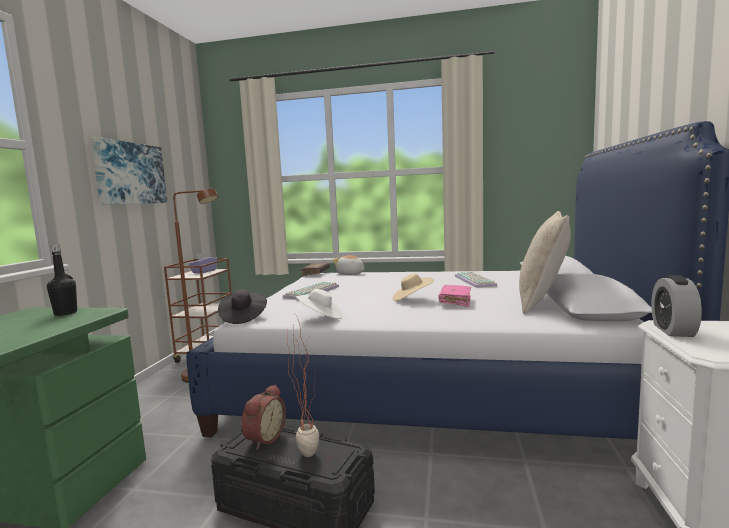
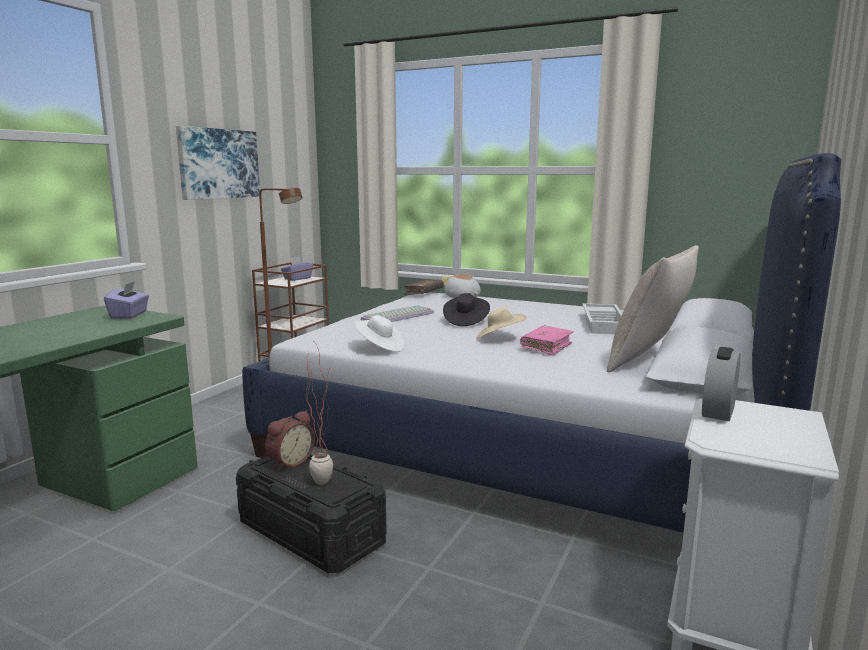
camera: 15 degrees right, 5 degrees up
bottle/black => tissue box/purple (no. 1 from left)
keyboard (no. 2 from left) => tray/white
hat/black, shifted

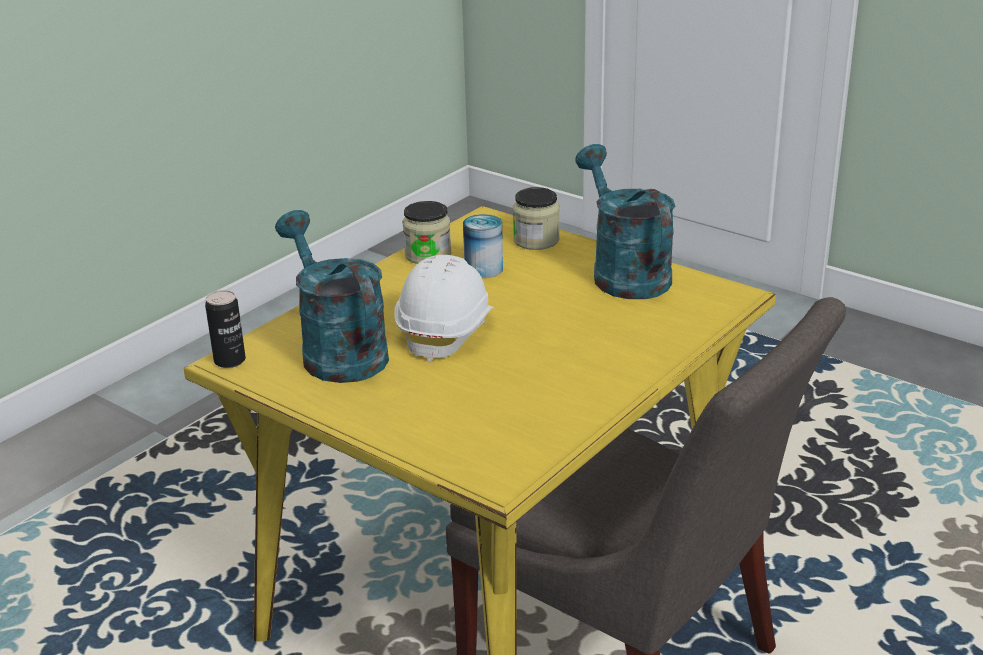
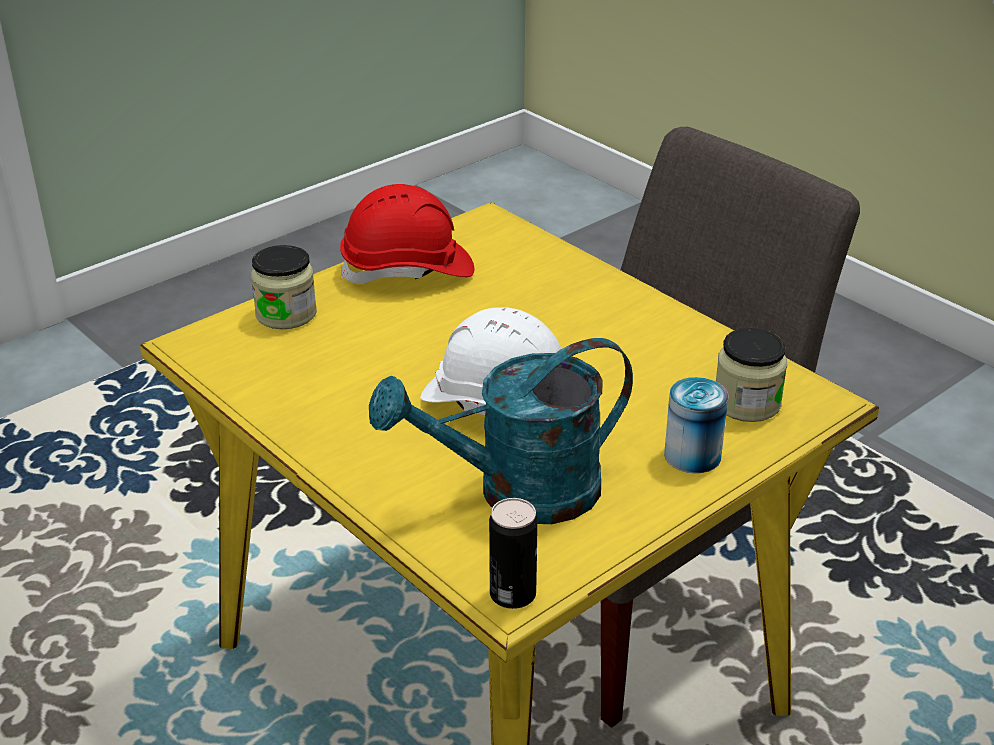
camera: 80 degrees left, 5 degrees up
watering can/turquoise (no. 2 from left) => hard hat/red
jar (no. 1 from left in the first image) => jar (no. 2 from left), shifted
can (no. 2 from left), shifted

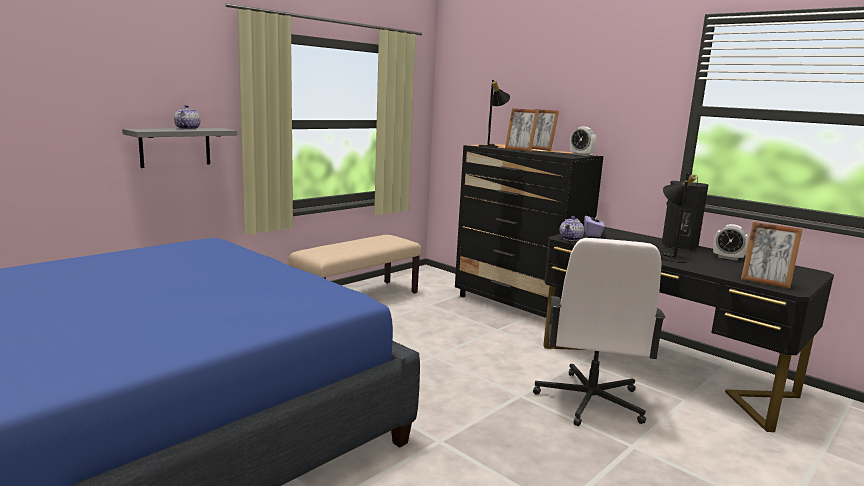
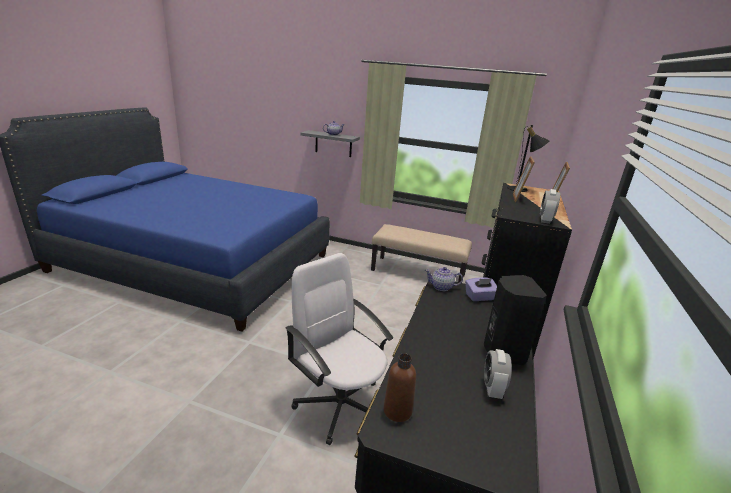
camera: 65 degrees right, 10 degrees up
table lamp/black (no. 2 from left) => nothing
picture frame (no. 3 from left) => bottle/brown
office chair/white, 60 degrees clockwise

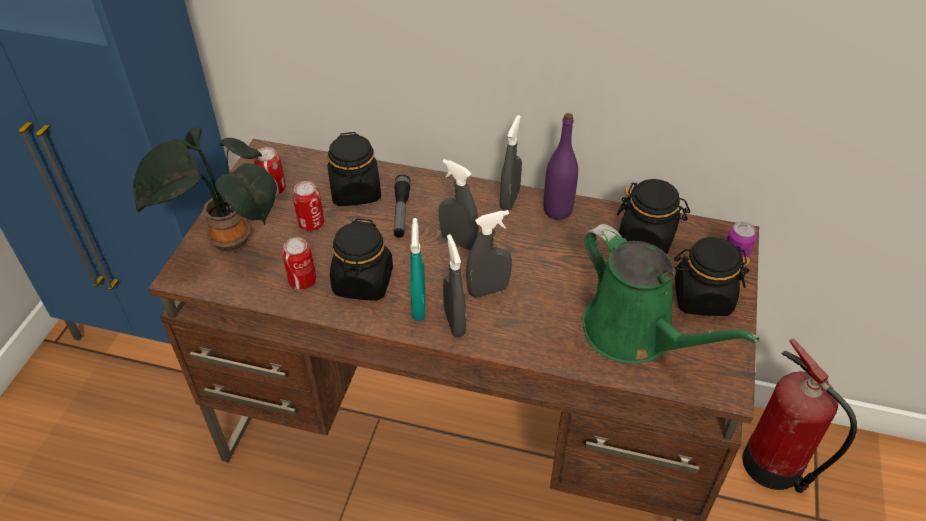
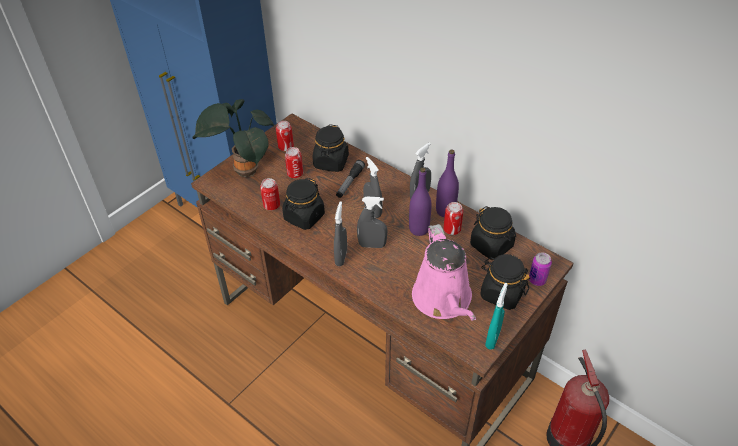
camera: 25 degrees right, 0 degrees up
spray bottle/turquoise, shifted
watering can/green => watering can/pink
nothing => bottle/purple (no. 1 from left)
nothing => can (no. 4 from left)

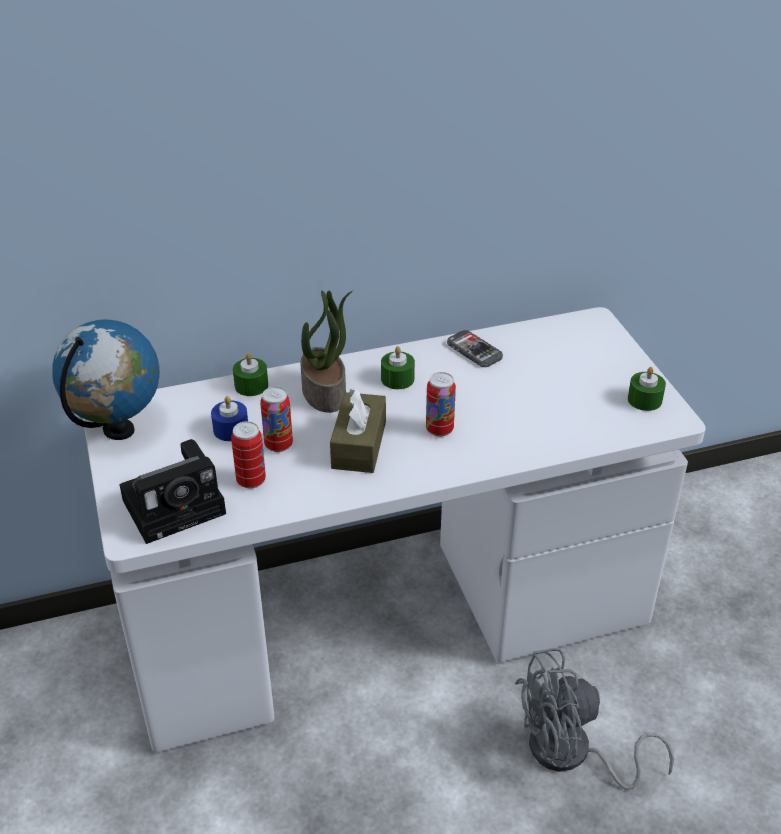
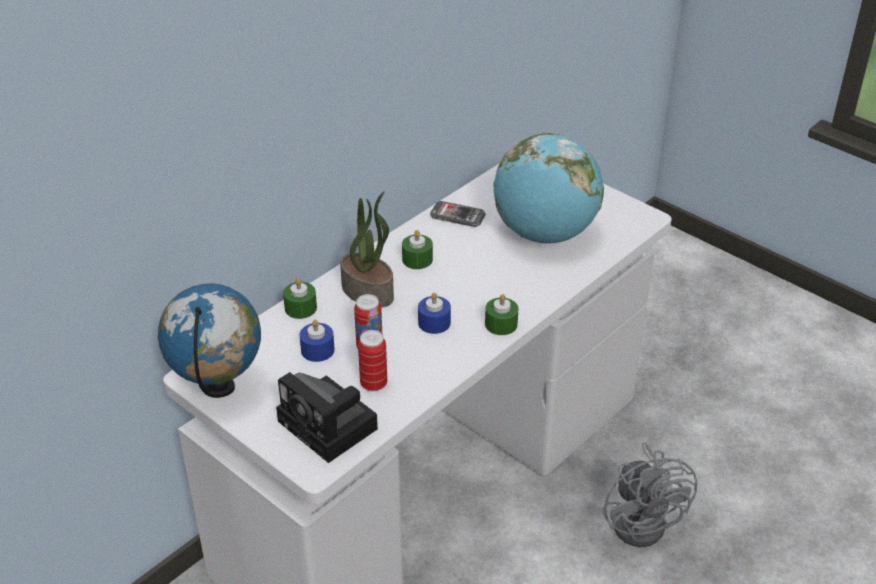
camera: 30 degrees left, 0 degrees up
candle/green (no. 3 from left), shifted
can (no. 3 from left) => nothing
tissue box/brown => candle/blue (no. 2 from left)
photo camera, 105 degrees clockwise
fan/grey, 60 degrees counterclockwise
nothing => globe (no. 2 from left)

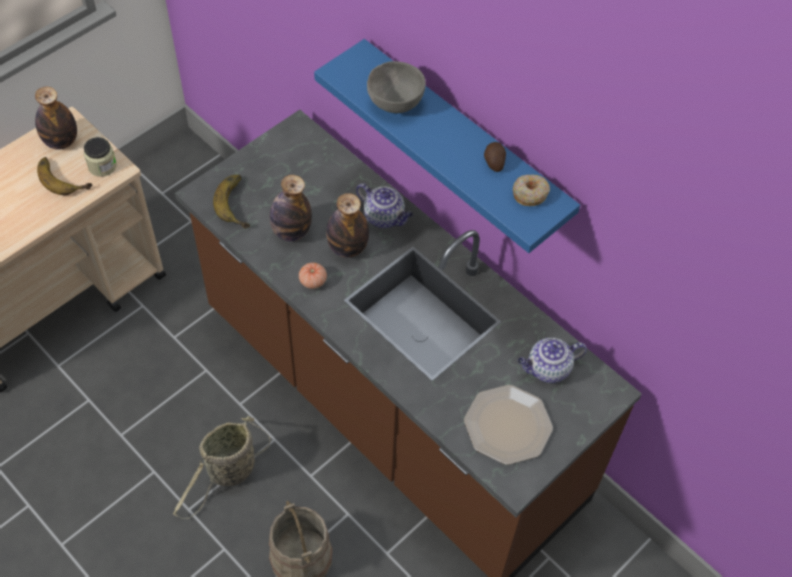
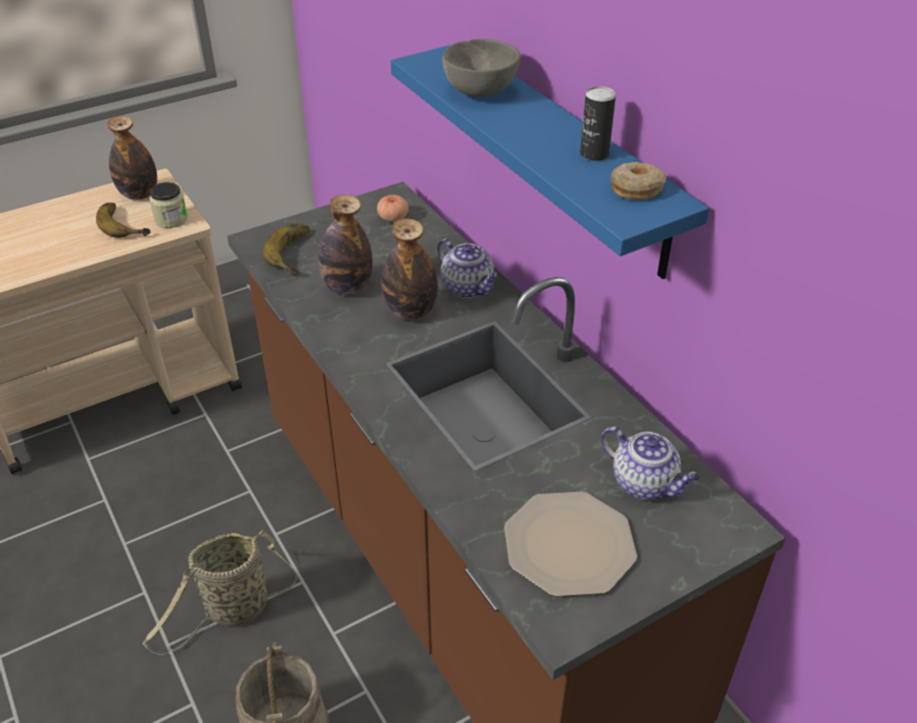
camera: 15 degrees right, 15 degrees down
potato => can
tomato, shifted
teapot (no. 2 from left), 135 degrees counterclockwise

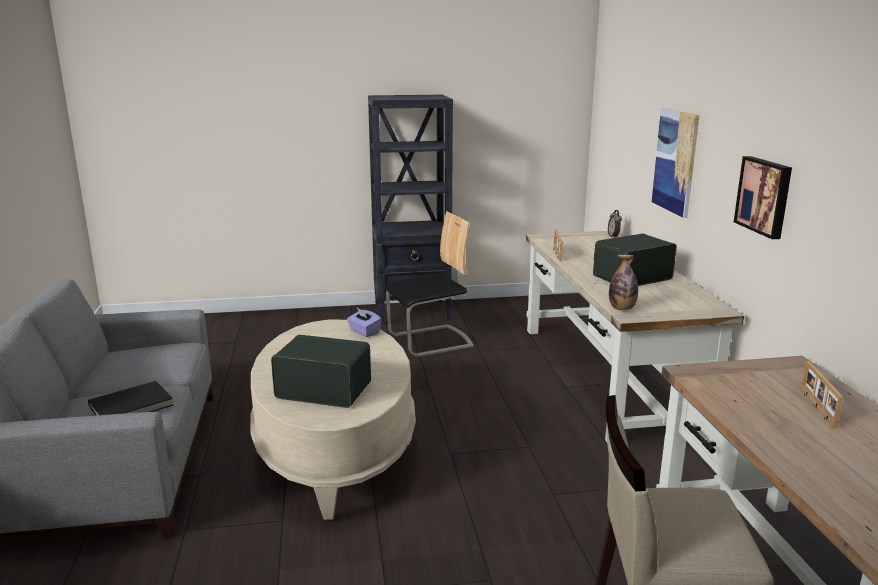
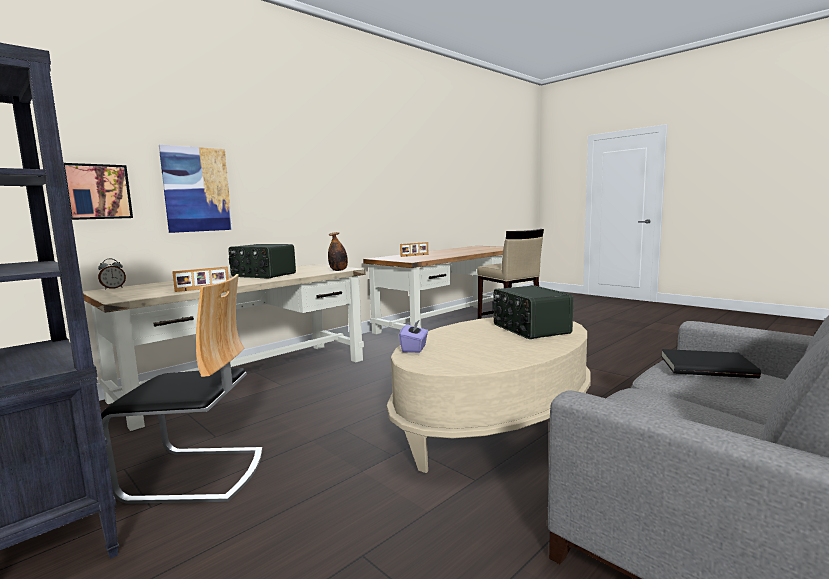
camera: 125 degrees left, 10 degrees down
picture (no. 2 from left in the first image) => picture (no. 1 from left), shifted
chair, 150 degrees clockwise

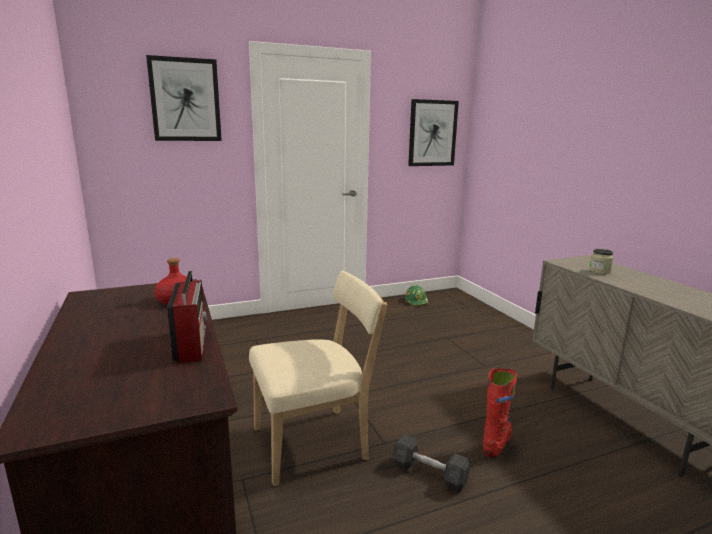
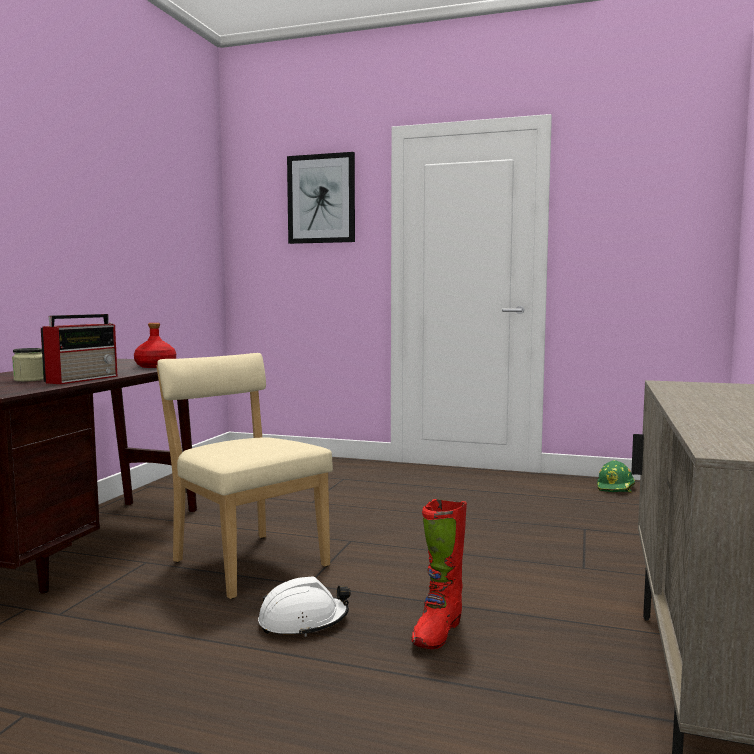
camera: 40 degrees right, 10 degrees down
picture (no. 2 from left) => nothing
jar, shifted
chair/beige, 150 degrees counterclockwise
boot/red, 135 degrees clockwise
dumbbell/grey => hard hat/white

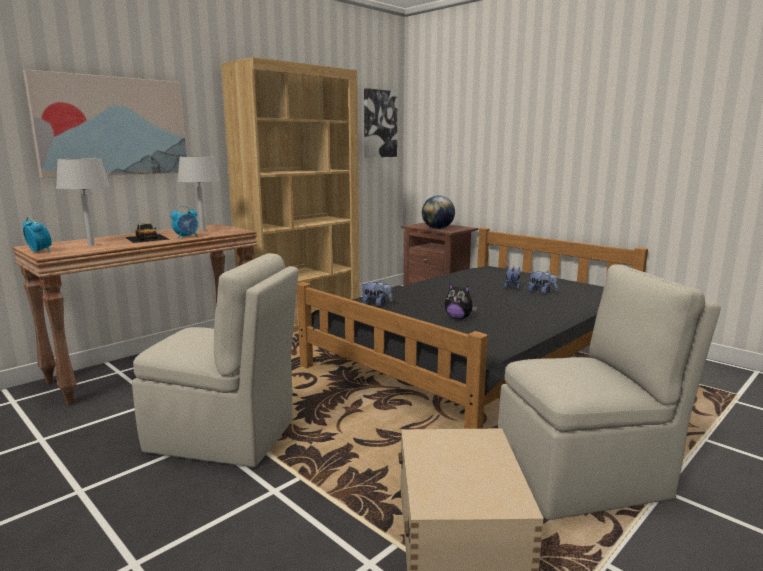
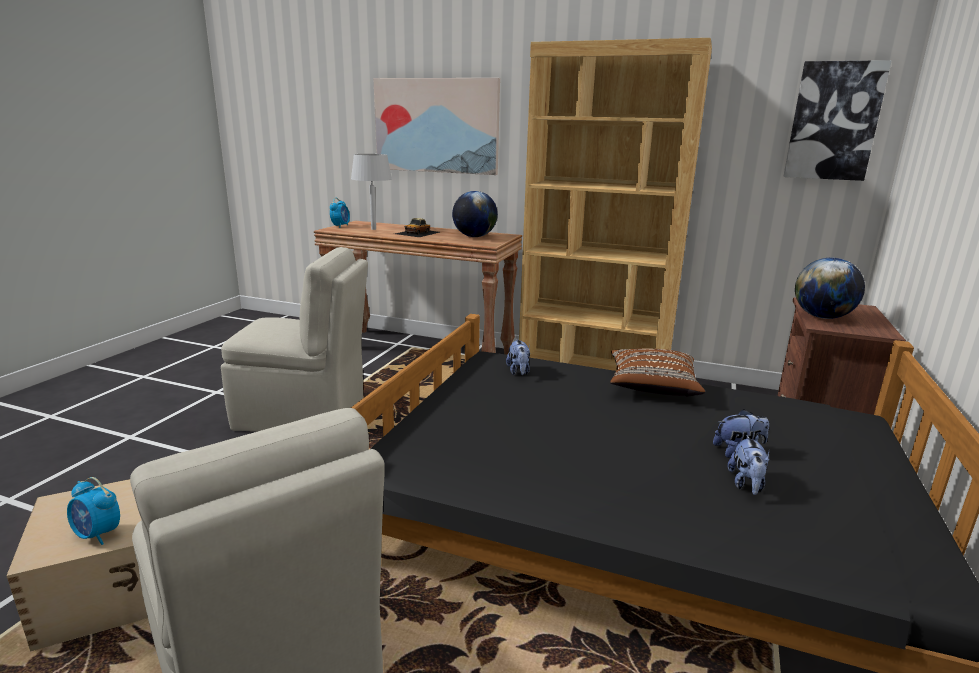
camera: 65 degrees right, 5 degrees up
table lamp/grey (no. 2 from left) => globe (no. 1 from left)
alarm clock (no. 2 from left in the first image) => alarm clock (no. 1 from left), shifted
chair/beige (no. 1 from left in the first image) => chair/beige (no. 2 from left), 75 degrees counterclockwise
plush toy (no. 2 from left) => nothing
nothing => pillow/brown

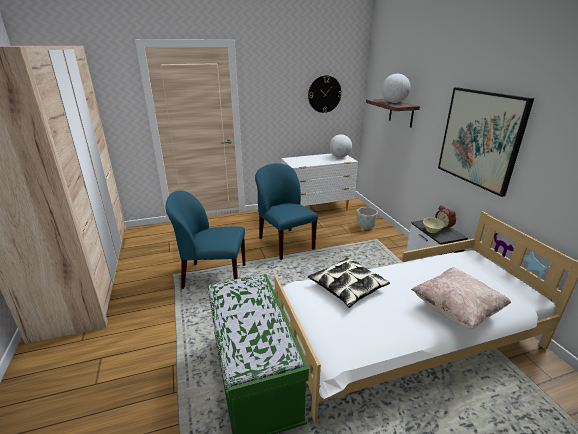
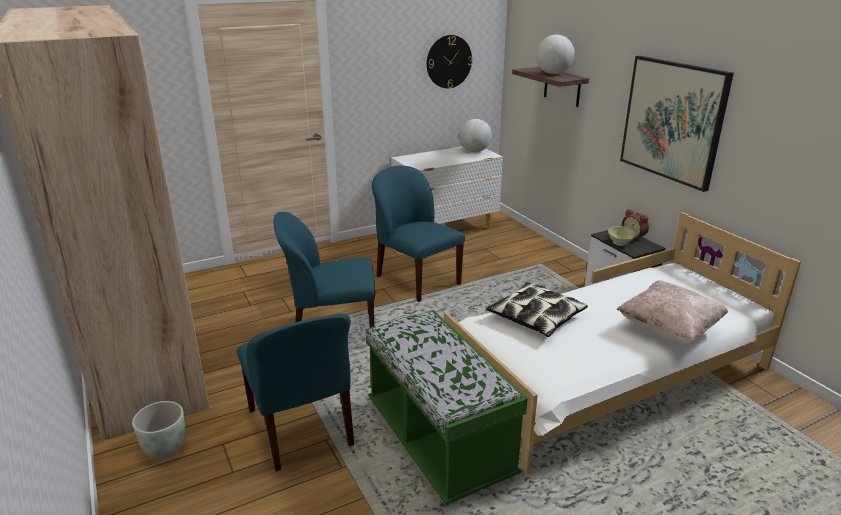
camera: 10 degrees left, 0 degrees up
planter/grey, shifted
nothing => chair/blue (no. 1 from left)

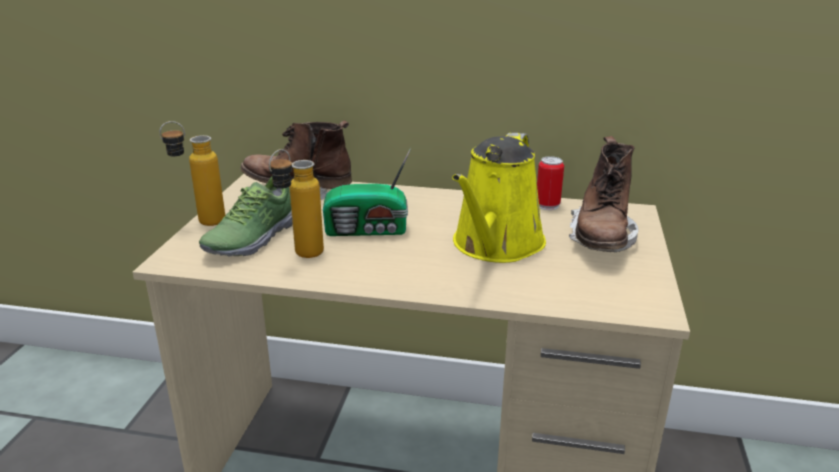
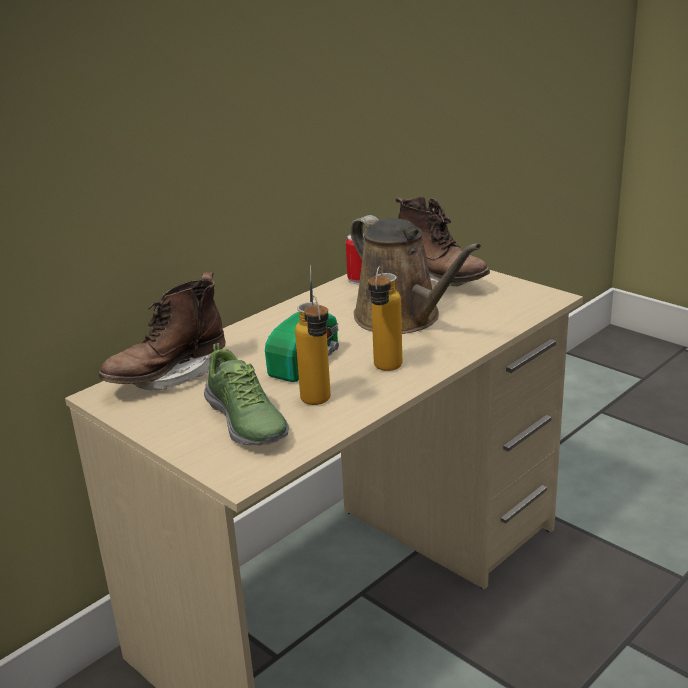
camera: 55 degrees left, 0 degrees up
bottle (no. 1 from left in the first image) => bottle (no. 2 from left), shifted
watering can/yellow => watering can/brown

